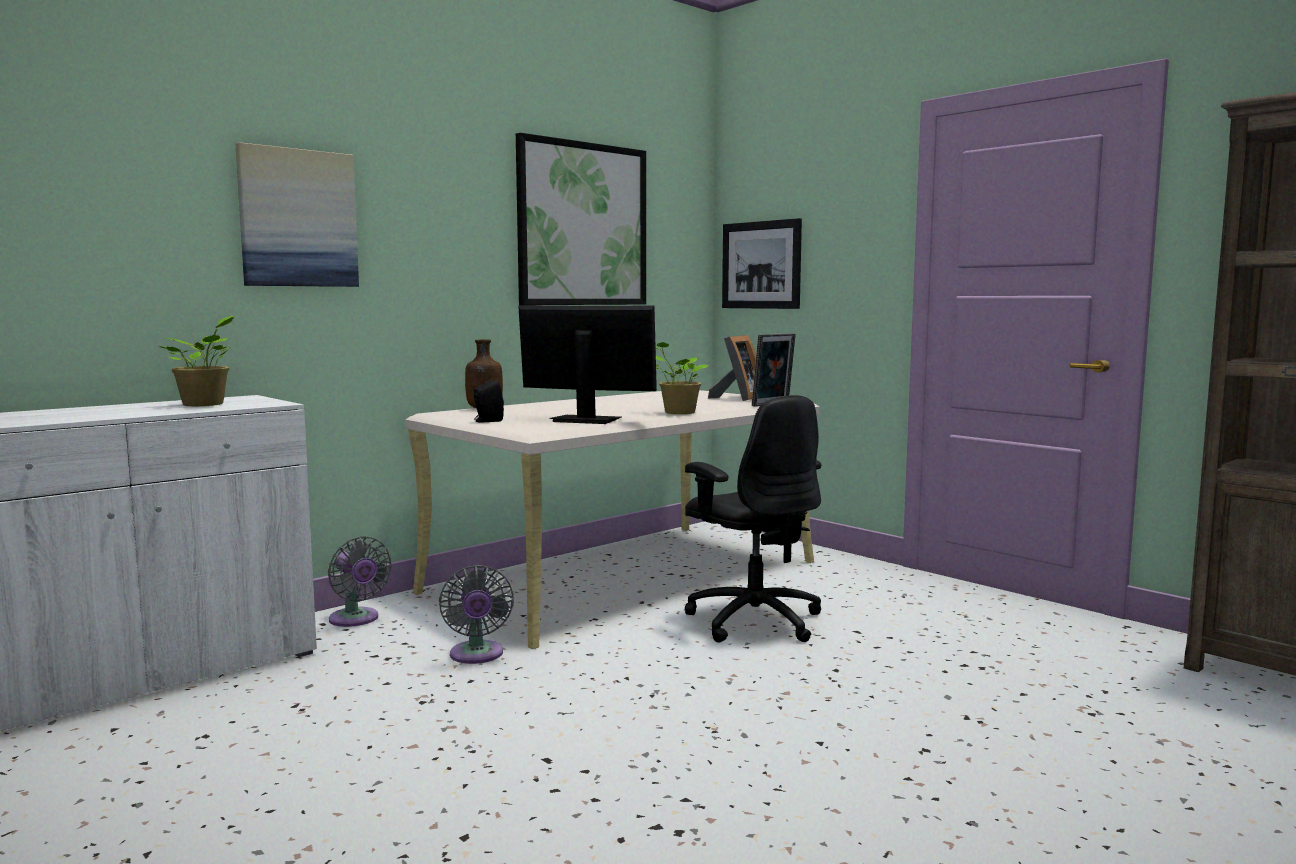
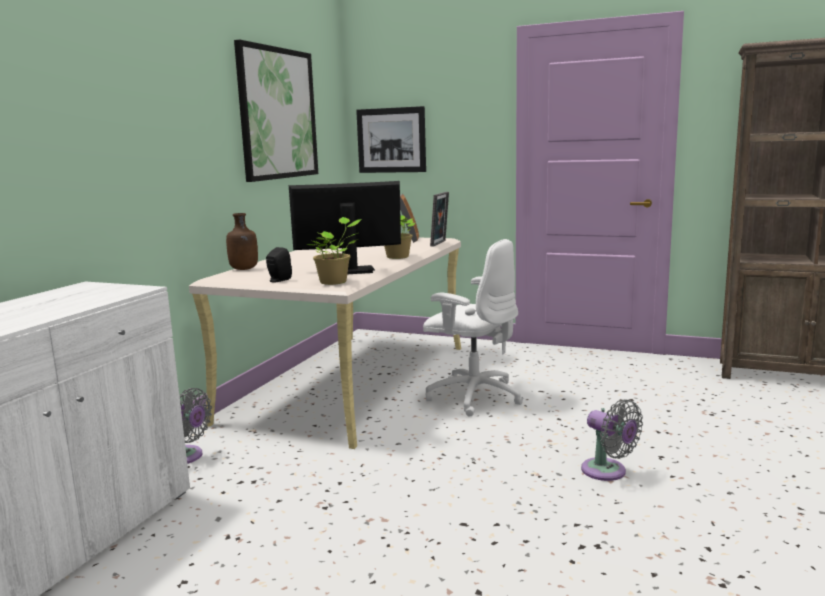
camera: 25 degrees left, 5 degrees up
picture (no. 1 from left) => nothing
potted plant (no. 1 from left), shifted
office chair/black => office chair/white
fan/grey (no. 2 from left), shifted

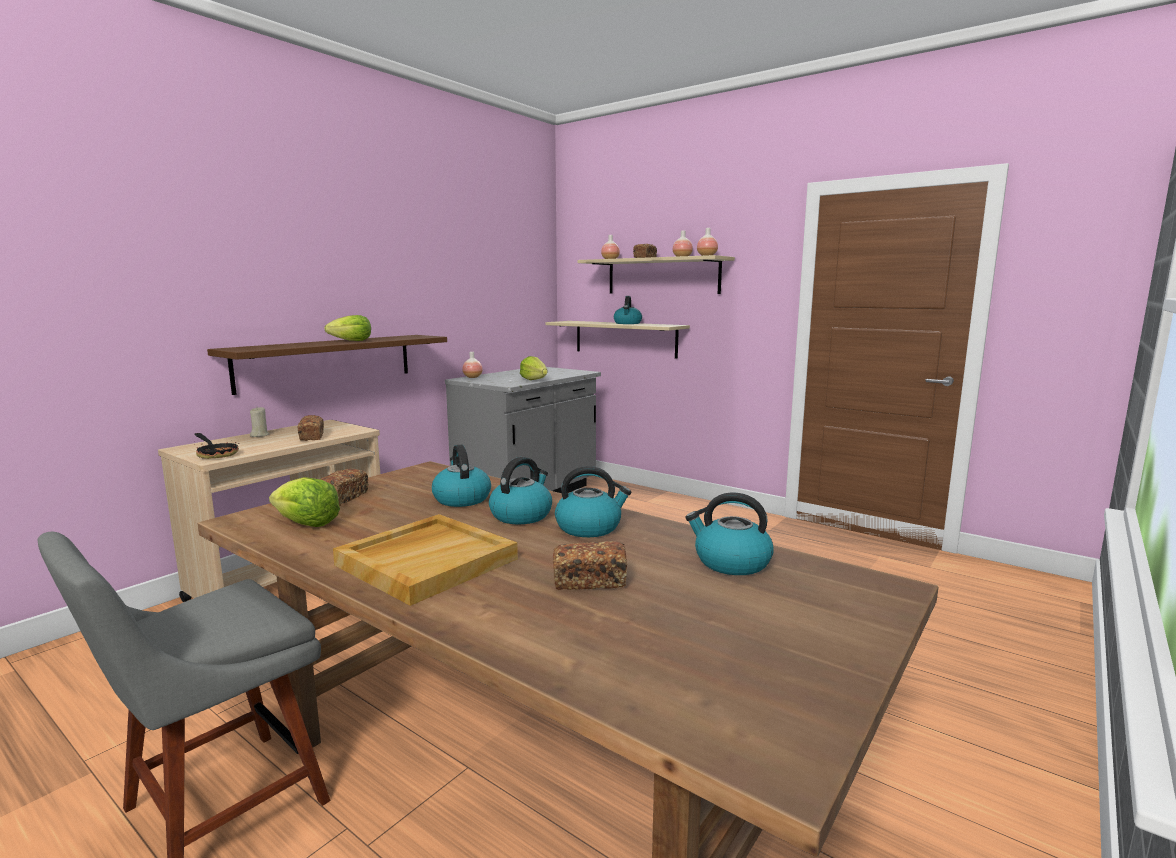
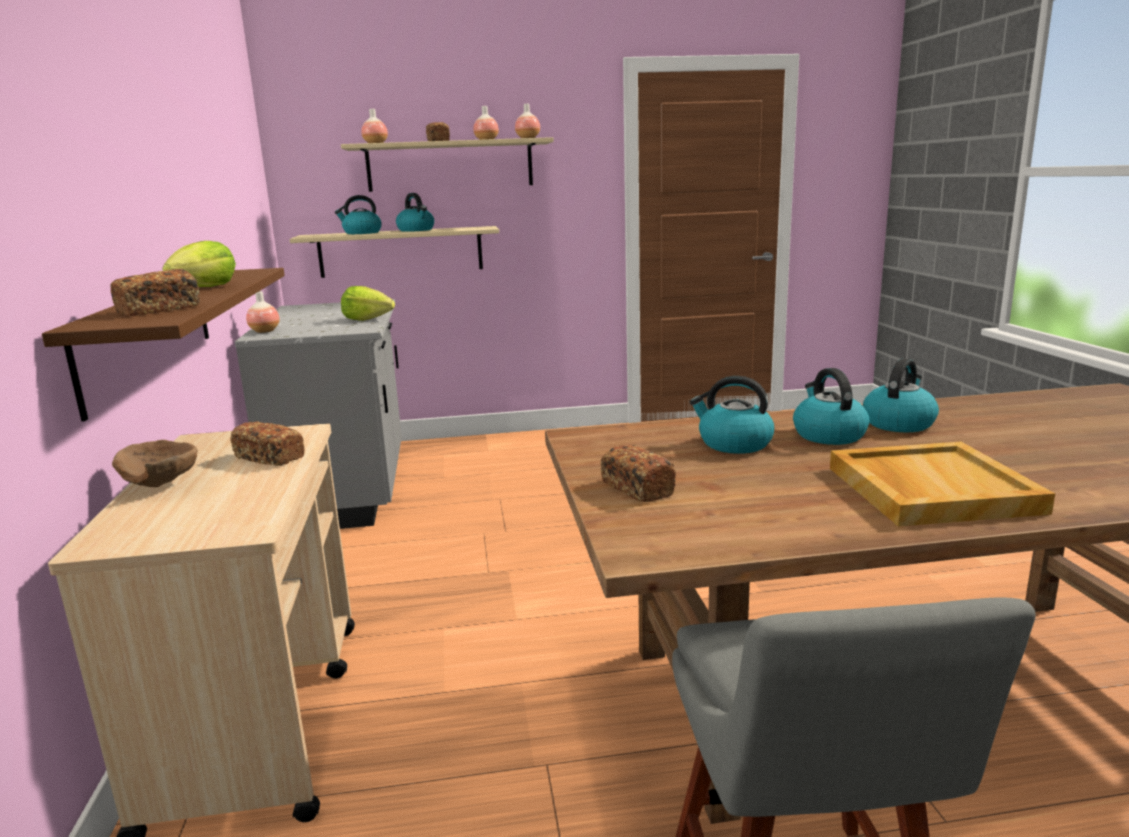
camera: 45 degrees left, 5 degrees up
candle/beige => bowl/brown
frying pan => nothing
lettuce (no. 1 from left) => nothing
kettle (no. 5 from left in the first image) => kettle (no. 1 from left), shifted
bread (no. 3 from left in the first image) => bread (no. 1 from left), shifted

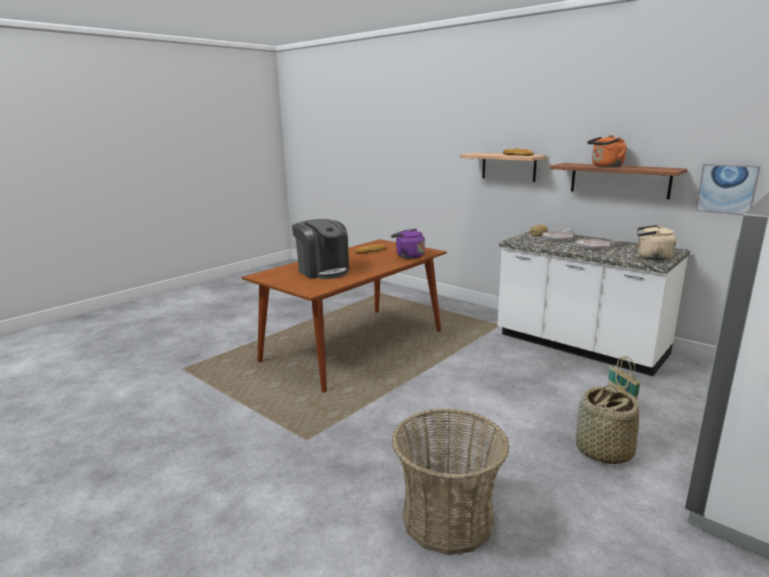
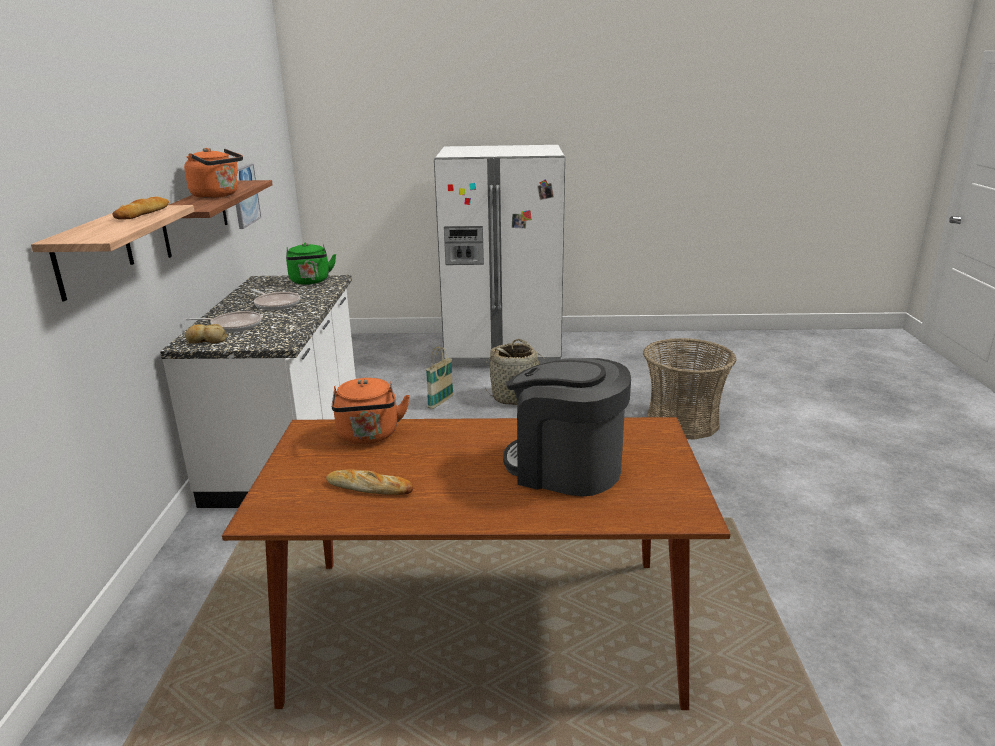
camera: 130 degrees left, 5 degrees up
coffee machine, 75 degrees counterclockwise
kettle/beige => kettle/green
kettle/purple => kettle/orange (no. 2 from left)

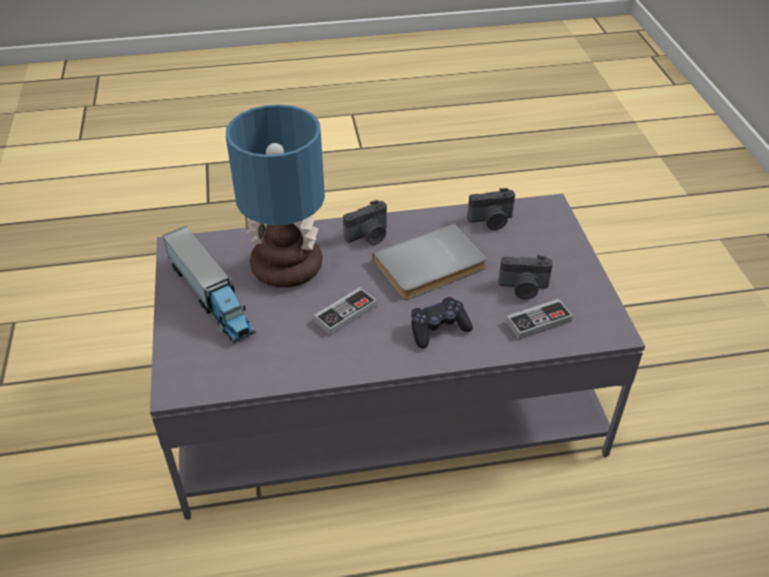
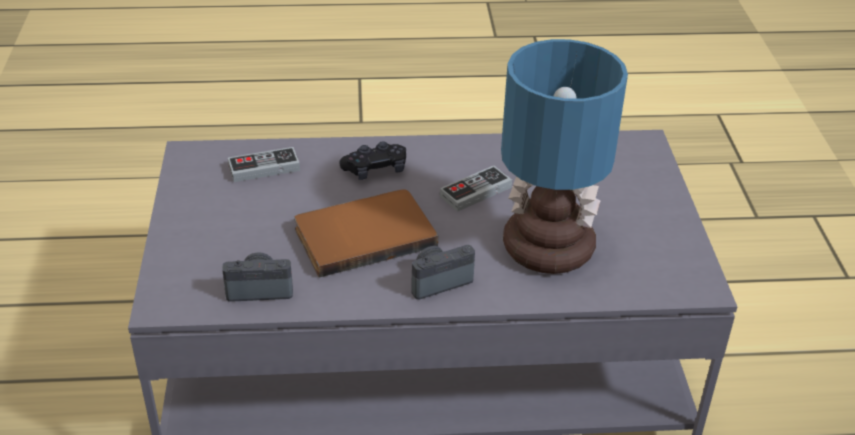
camera: 175 degrees left, 5 degrees down
book/grey => book/brown
toy truck => nothing
photo camera (no. 3 from left) => nothing

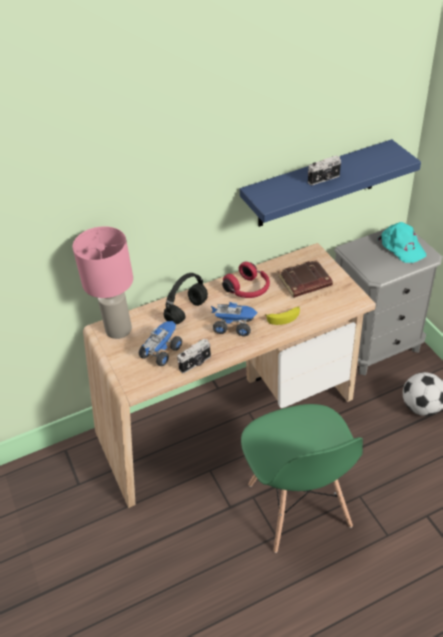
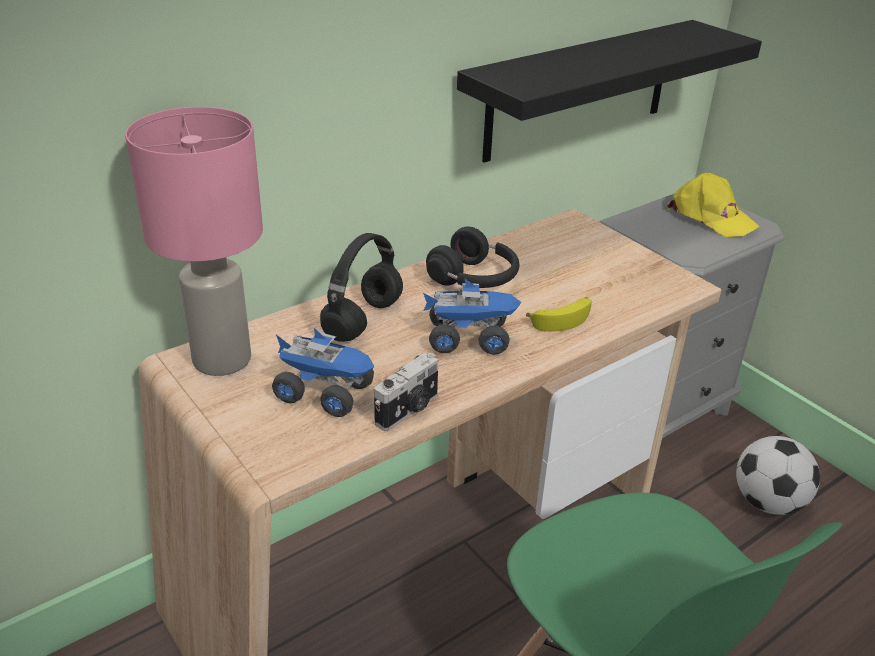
camera: 15 degrees left, 10 degrees down
shelf/blue => shelf/black
photo camera (no. 2 from left) => nothing
cap/turquoise => cap/yellow
book/brown => nothing
headphones/red => headphones/black (no. 2 from left)
toy truck (no. 1 from left), 90 degrees clockwise

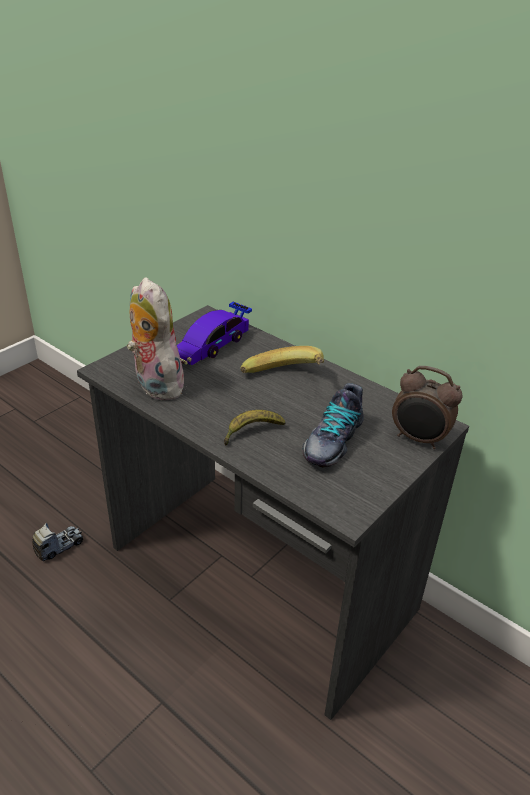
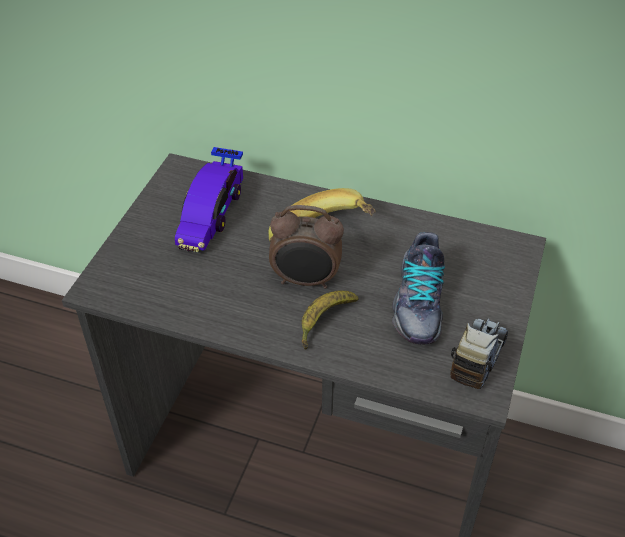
camera: 20 degrees left, 10 degrees up
plush toy => nothing
alarm clock, shifted
toy truck, shifted

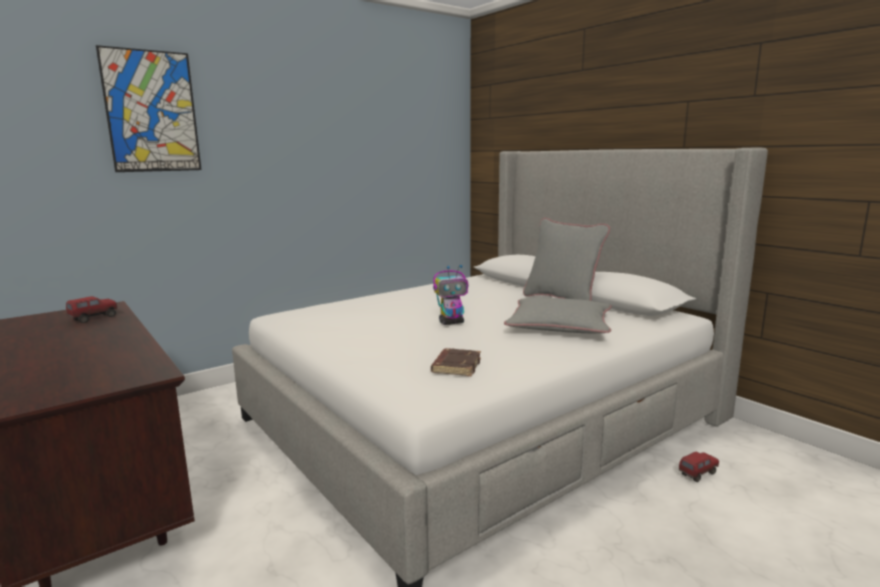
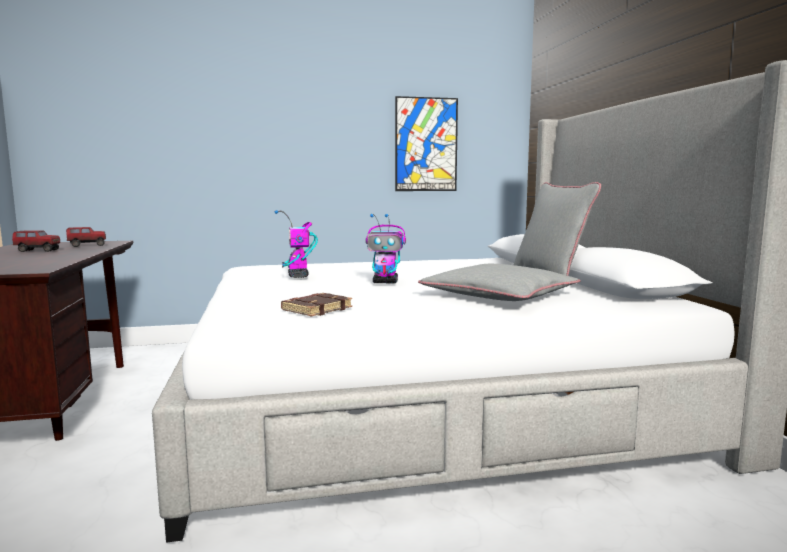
camera: 25 degrees right, 5 degrees down
picture, shifted
toy truck (no. 2 from left in the first image) => toy truck (no. 1 from left), shifted
nothing => toy robot (no. 1 from left)

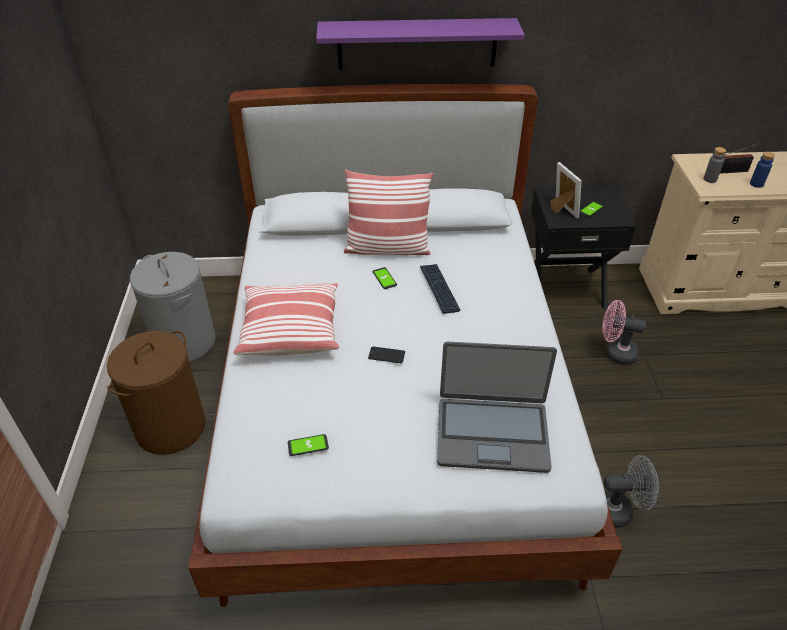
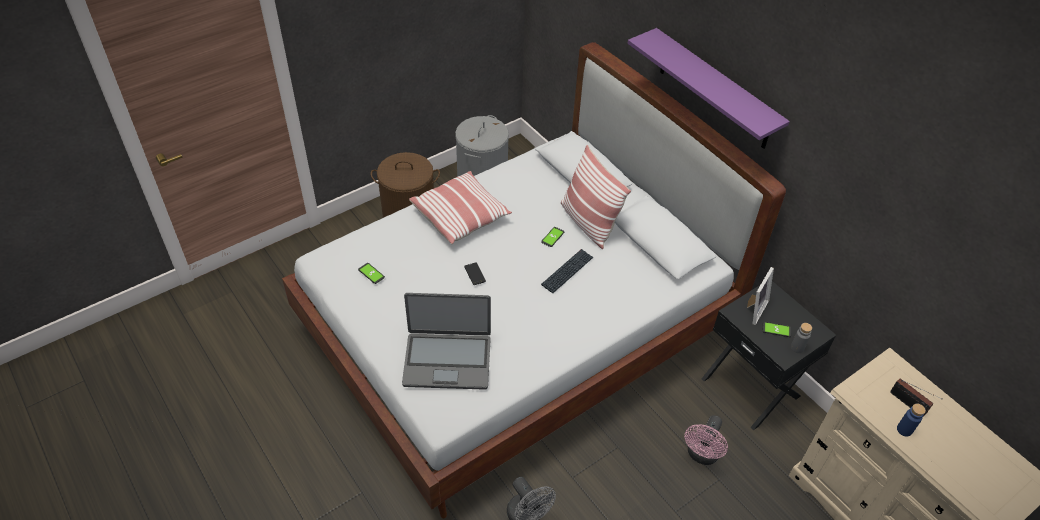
camera: 55 degrees right, 5 degrees up
bottle/grey, shifted
fan/pink, 135 degrees counterclockwise
laptop, 60 degrees counterclockwise

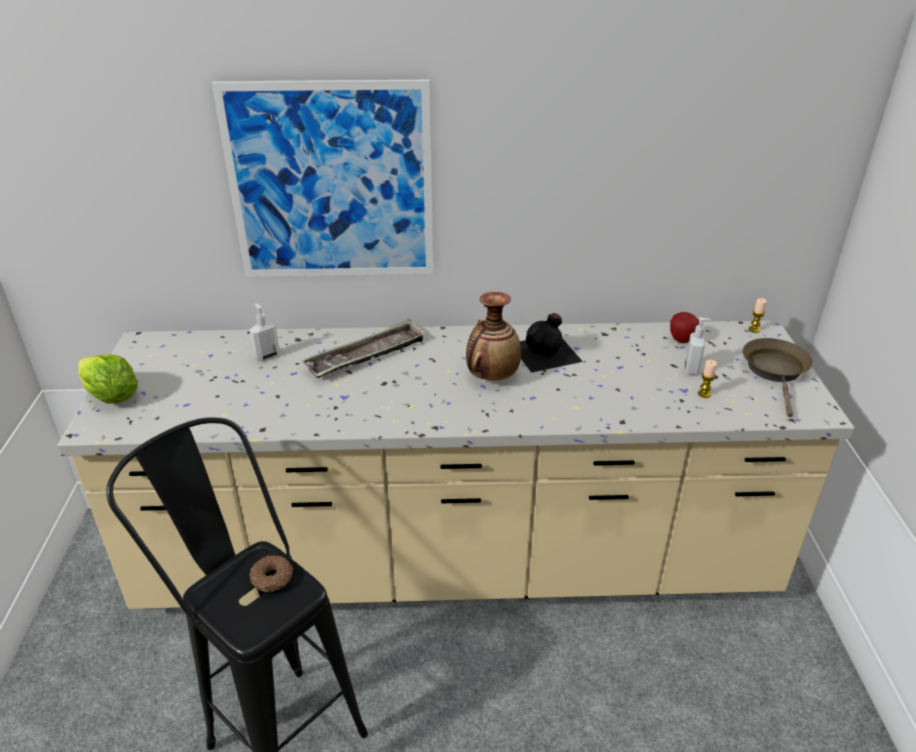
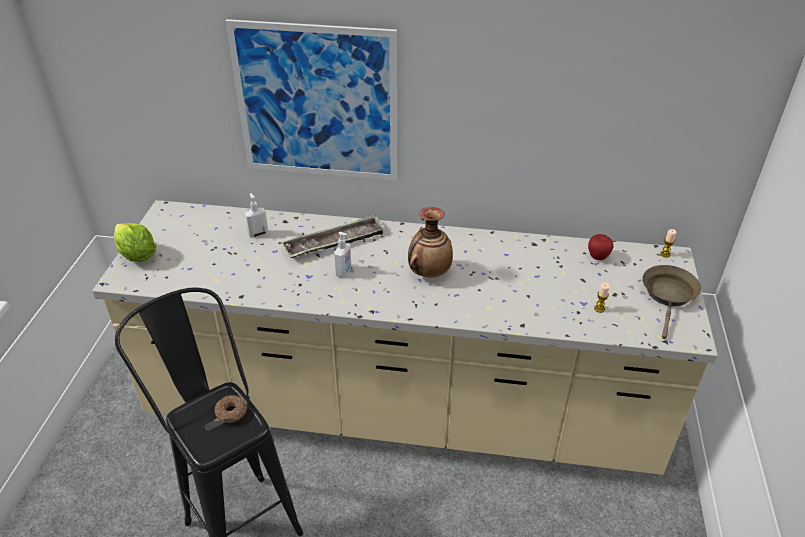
camera: 10 degrees right, 5 degrees up
bottle/black => nothing
soap dispenser (no. 2 from left), shifted

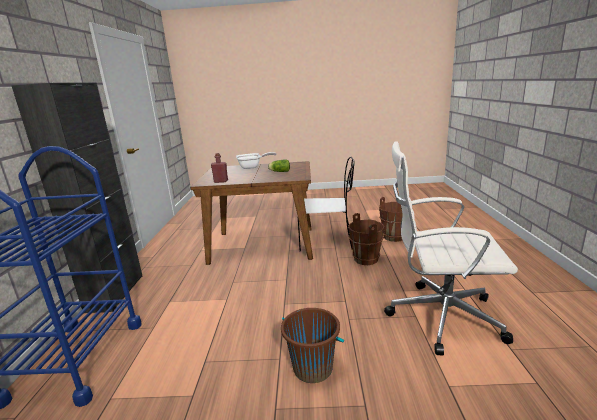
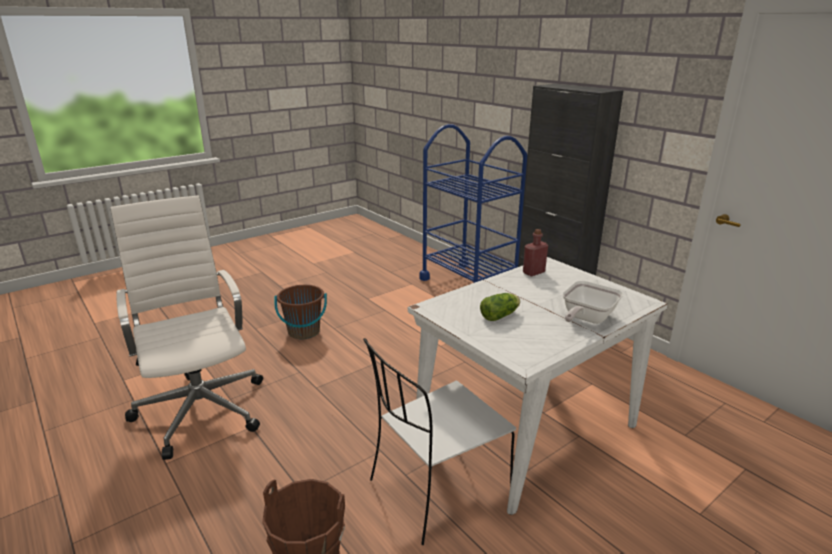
camera: 140 degrees right, 5 degrees up
office chair/white, 90 degrees counterclockwise
dining table/brown => dining table/white
bucket/brown (no. 2 from left) => nothing

